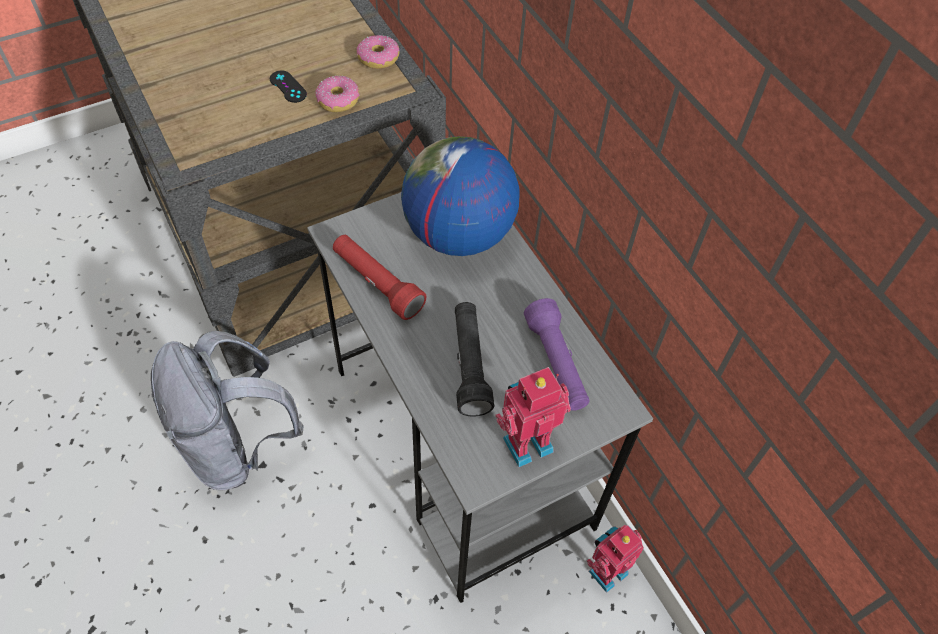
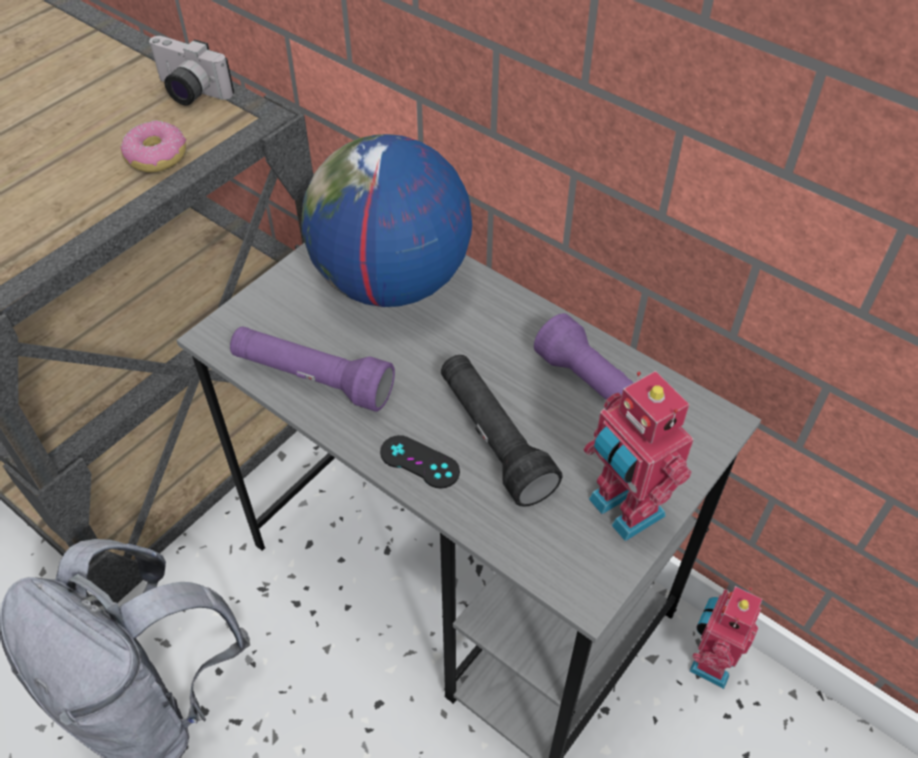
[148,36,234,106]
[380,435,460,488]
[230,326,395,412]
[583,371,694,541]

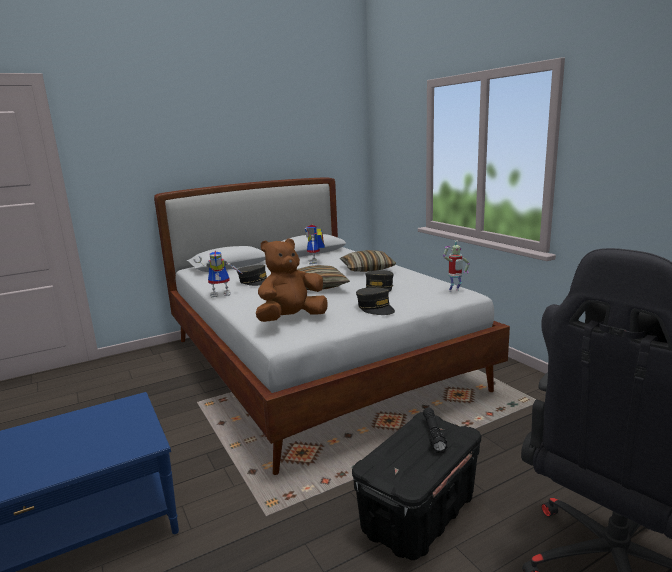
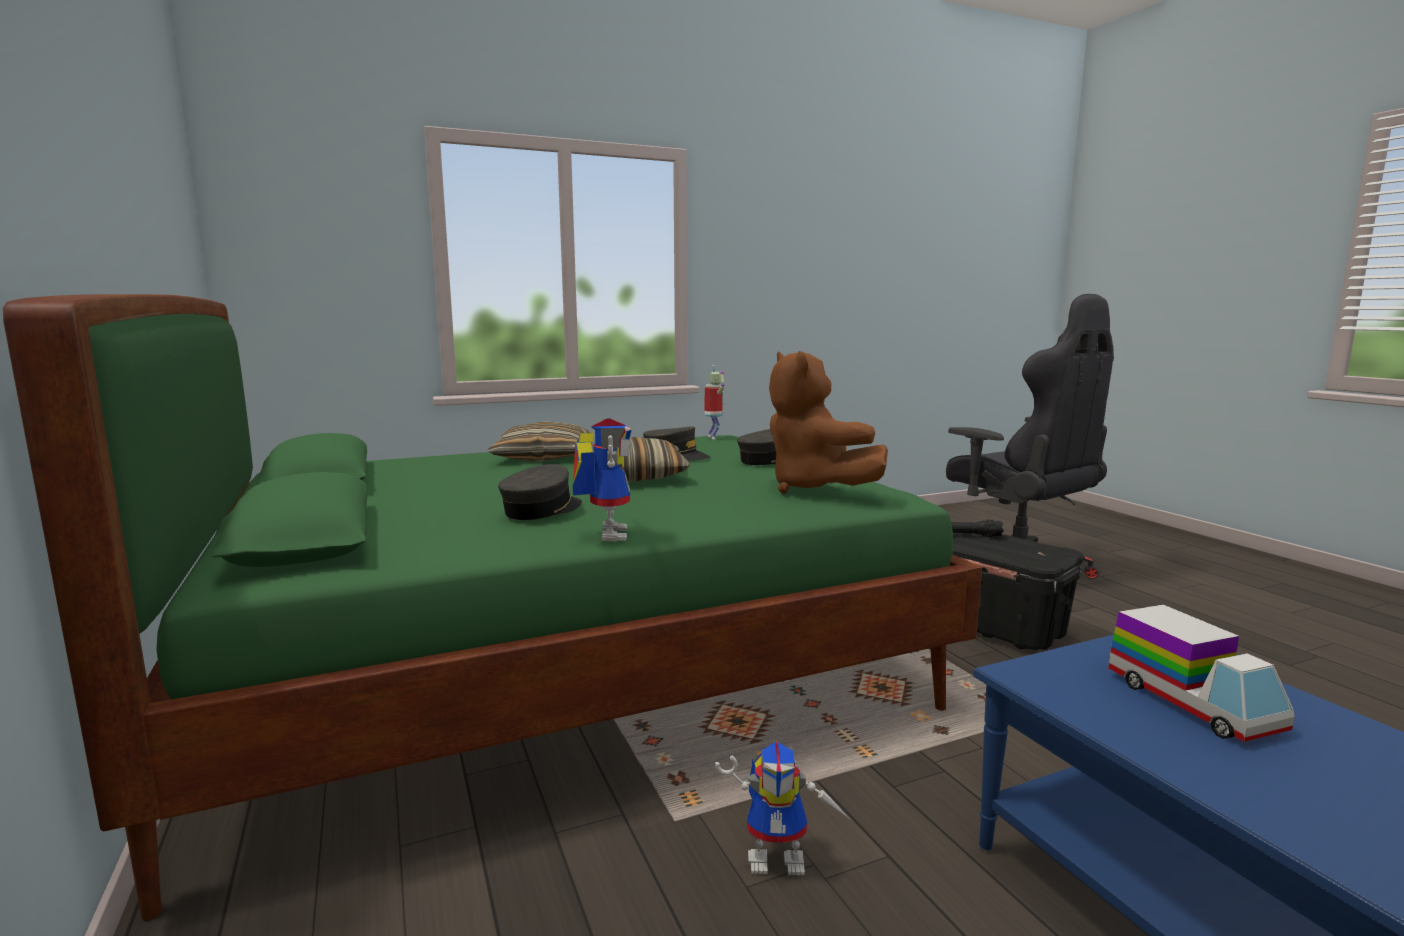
[3,294,982,921]
[715,741,848,875]
[1108,605,1295,742]

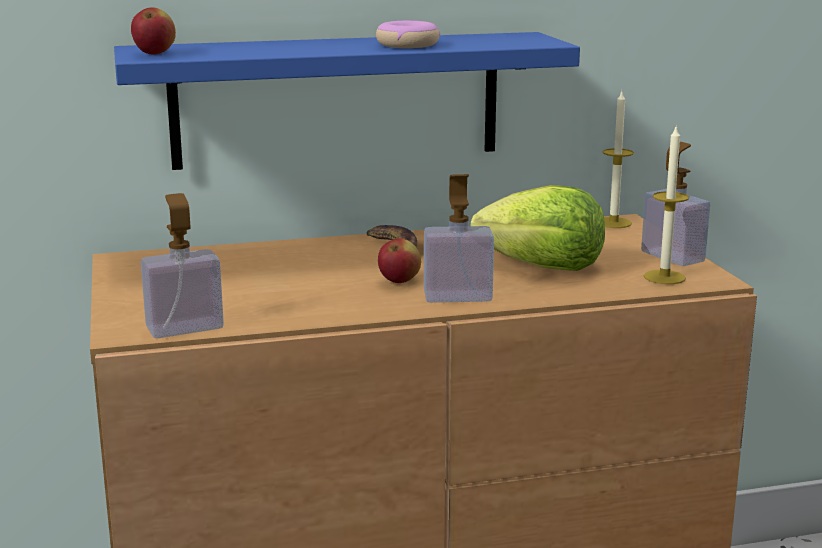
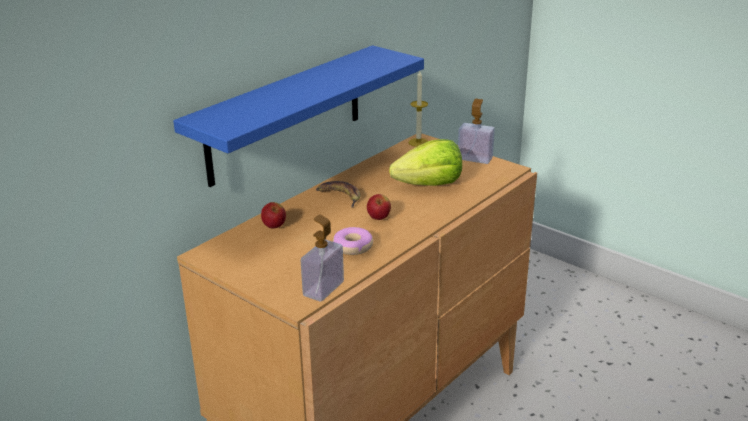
[261,202,286,228]
[333,227,373,255]
[644,125,689,284] (first image)
[424,174,494,303] (first image)

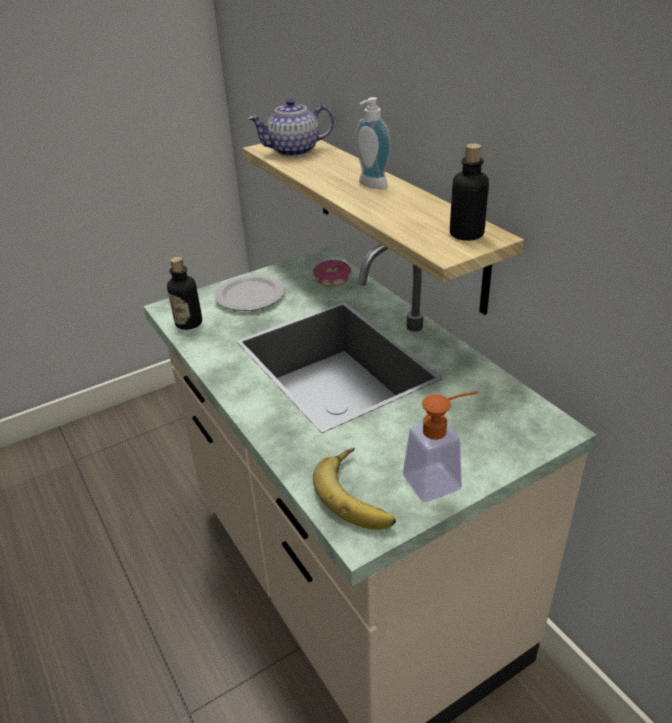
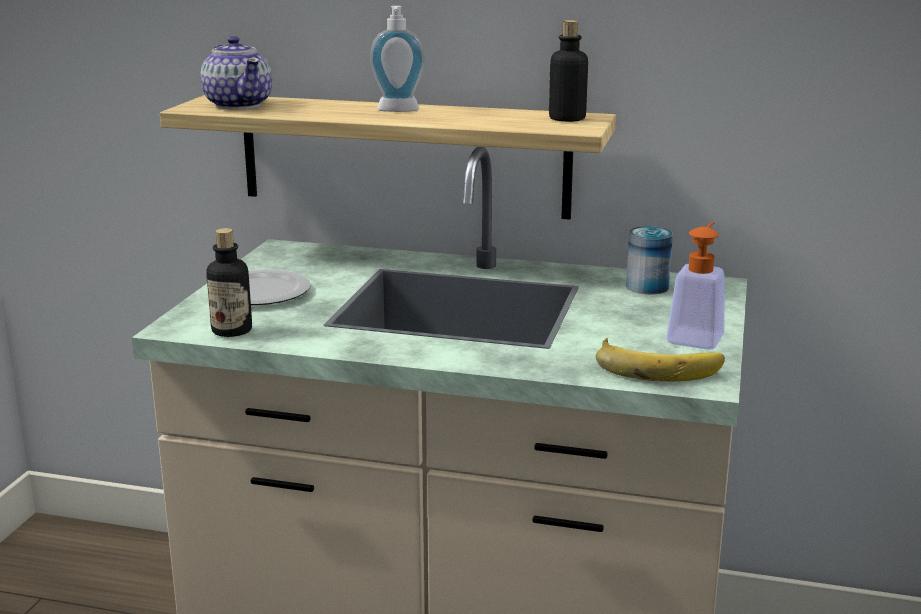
[201,36,272,110]
[313,260,351,286] (first image)
[626,226,673,294]

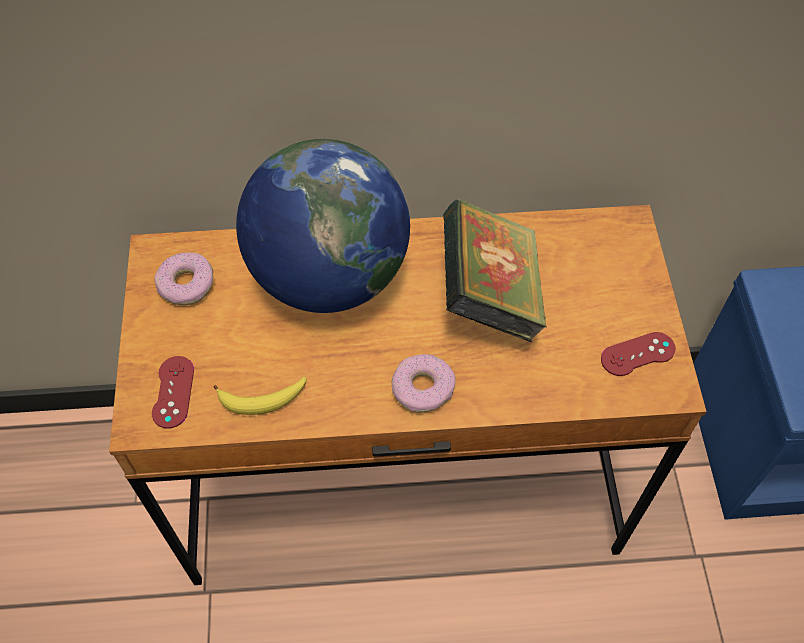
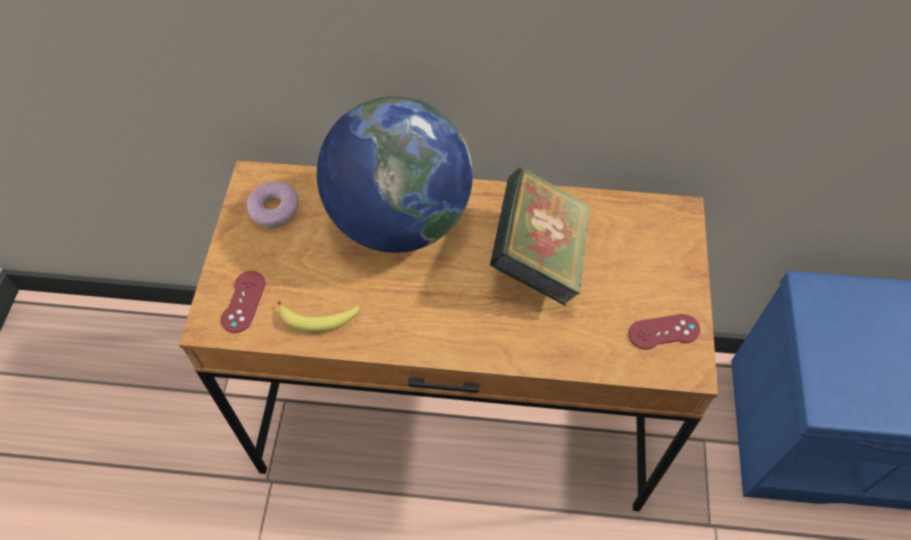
[392,354,455,412] (first image)

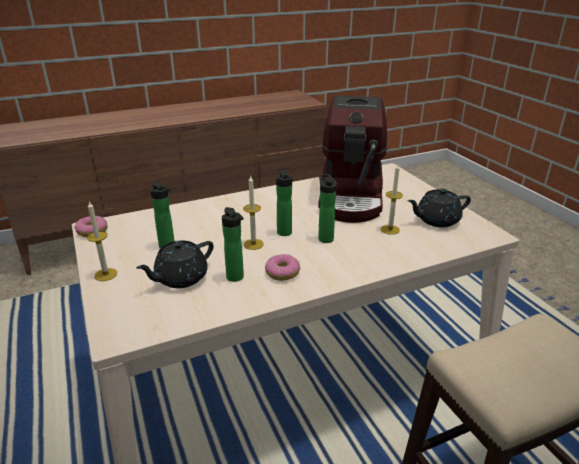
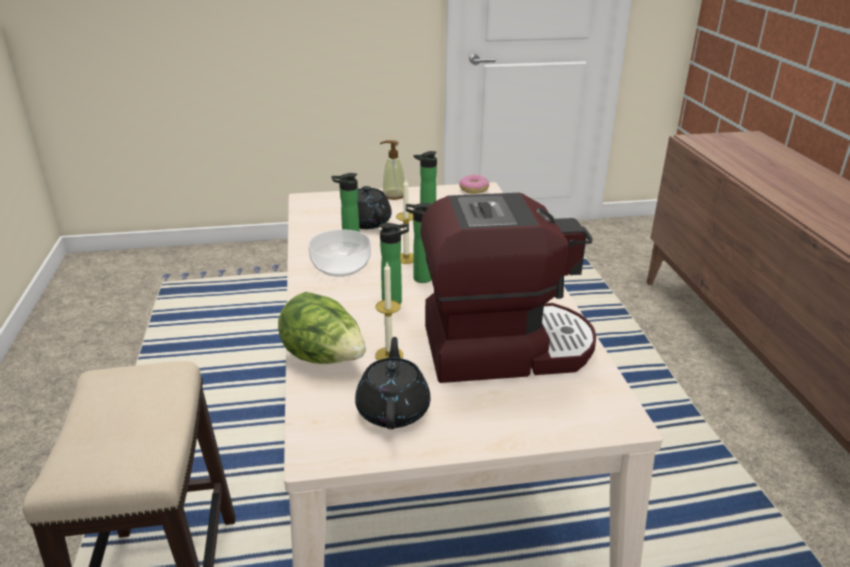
[420,193,596,383]
[380,140,405,200]
[308,229,371,277]
[278,292,366,364]

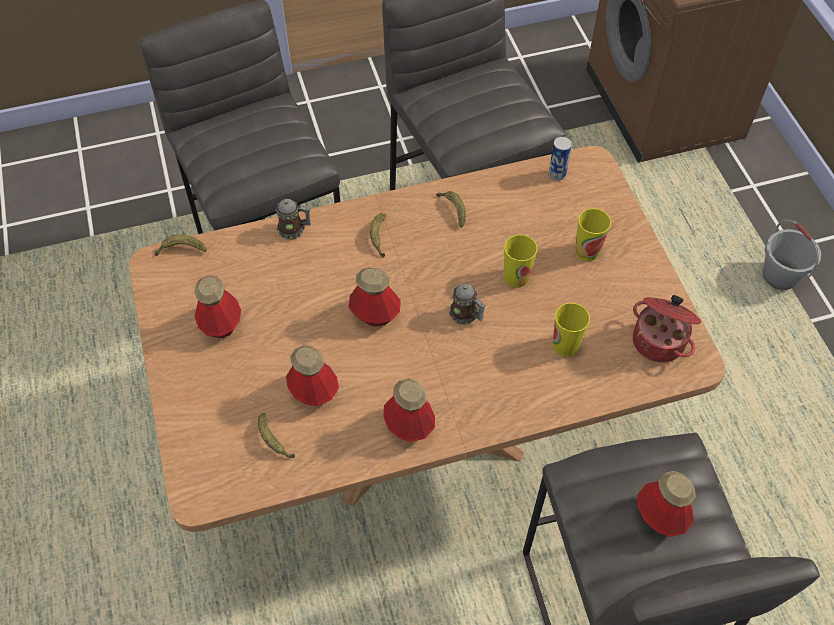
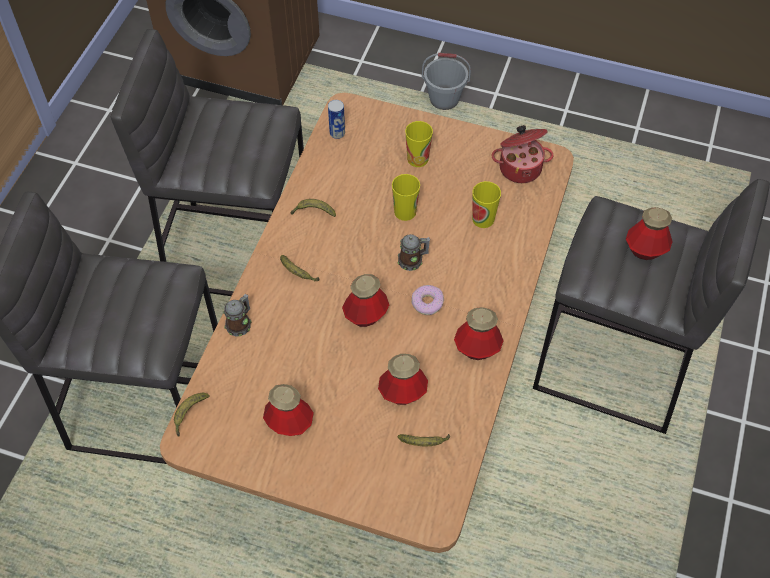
[411,285,444,315]

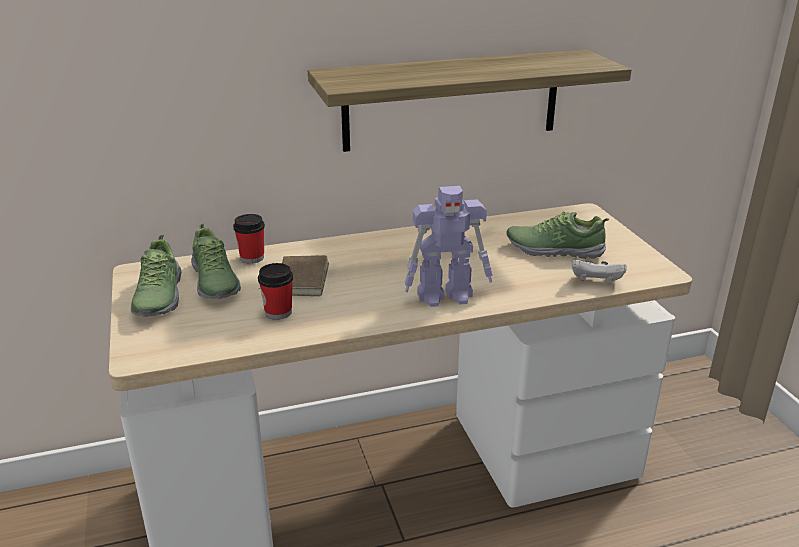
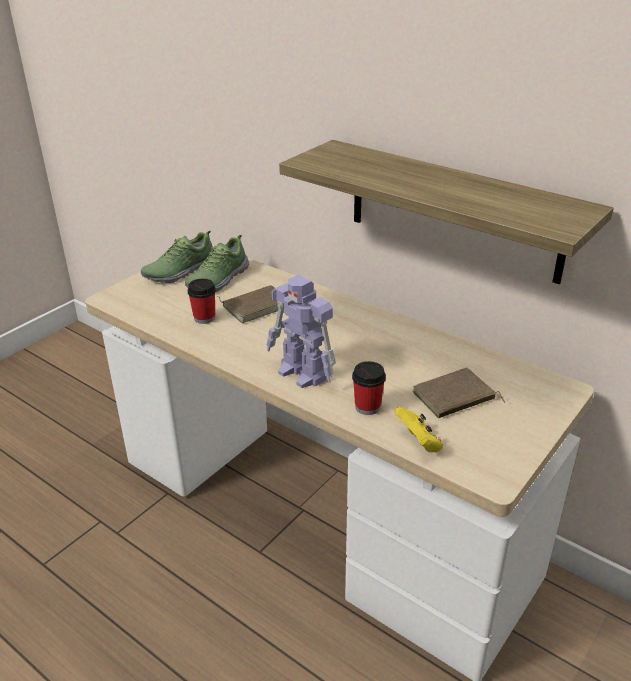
[413,368,505,418]
[352,361,386,415]
[394,407,443,452]

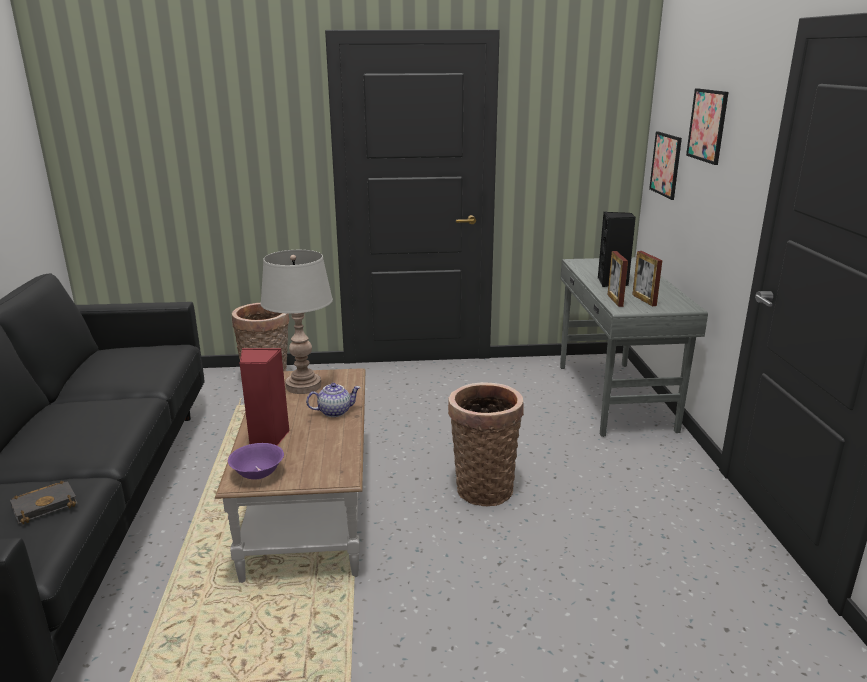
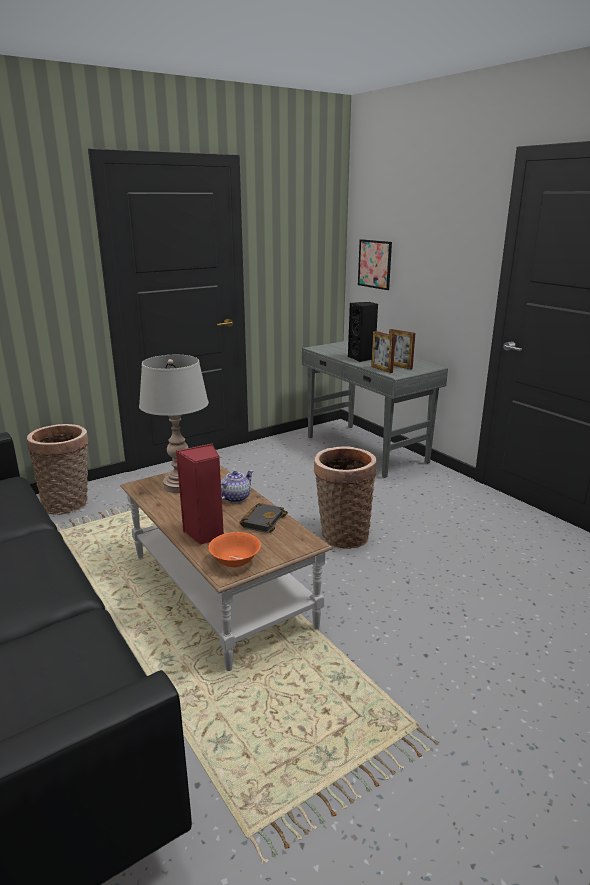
[686,88,729,165] (first image)
[208,532,261,568]
[239,503,288,533]

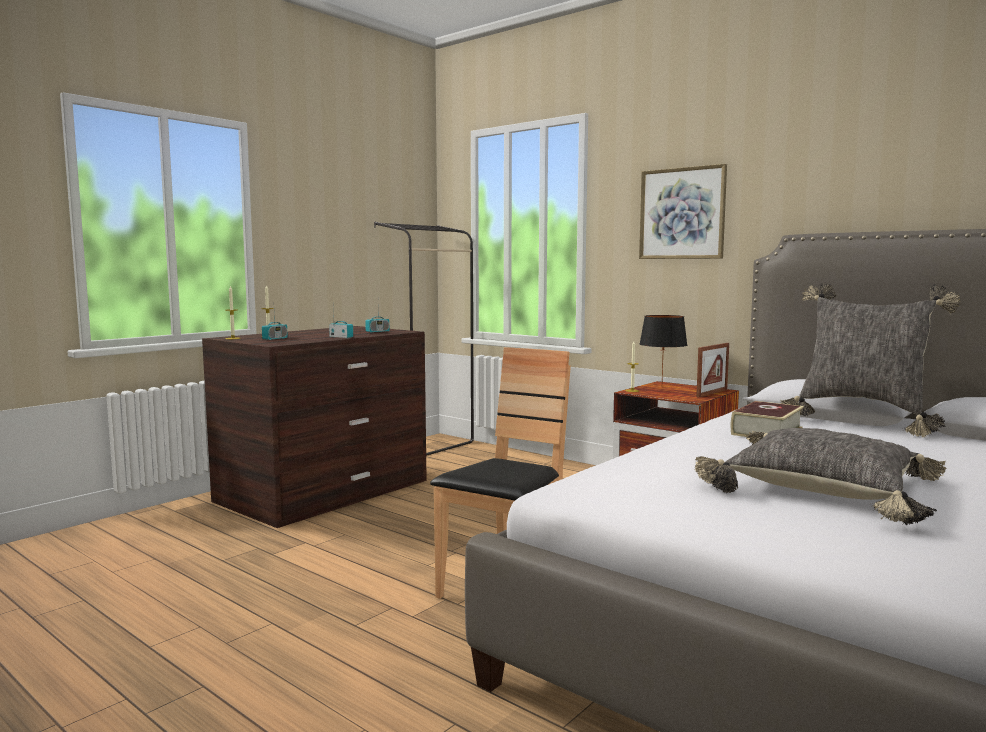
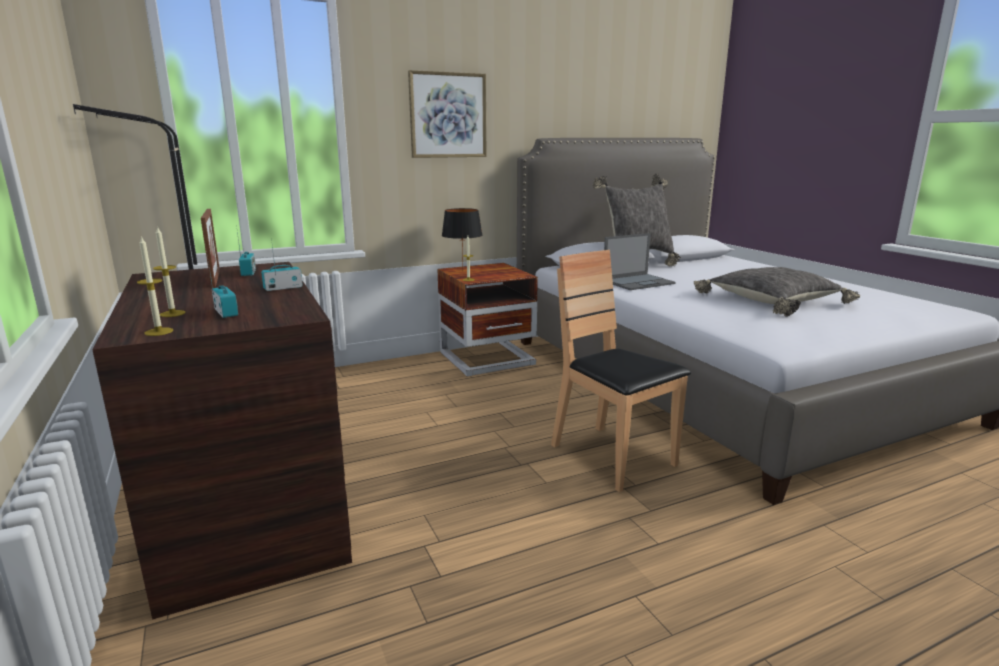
[201,209,220,288]
[604,233,676,290]

